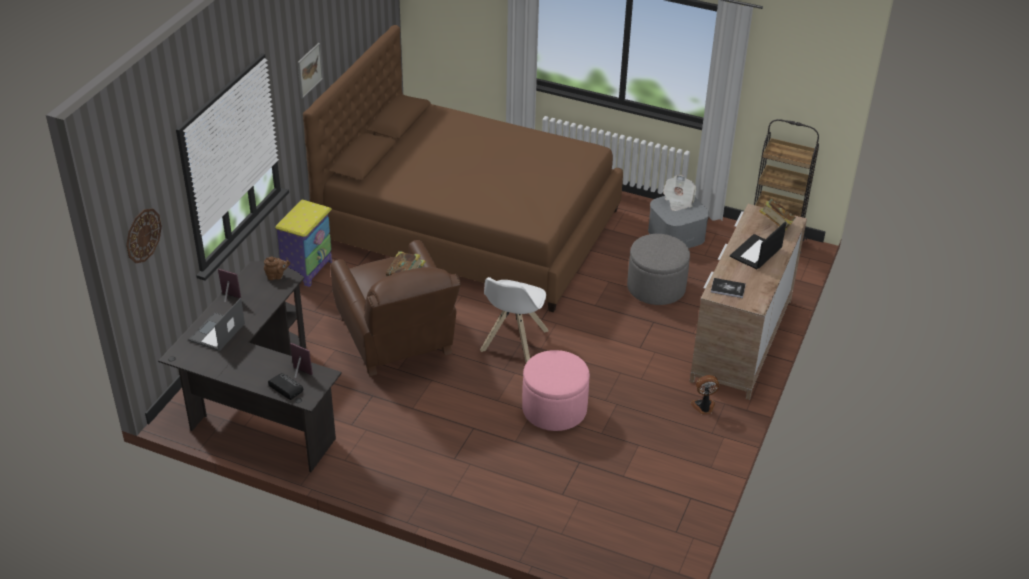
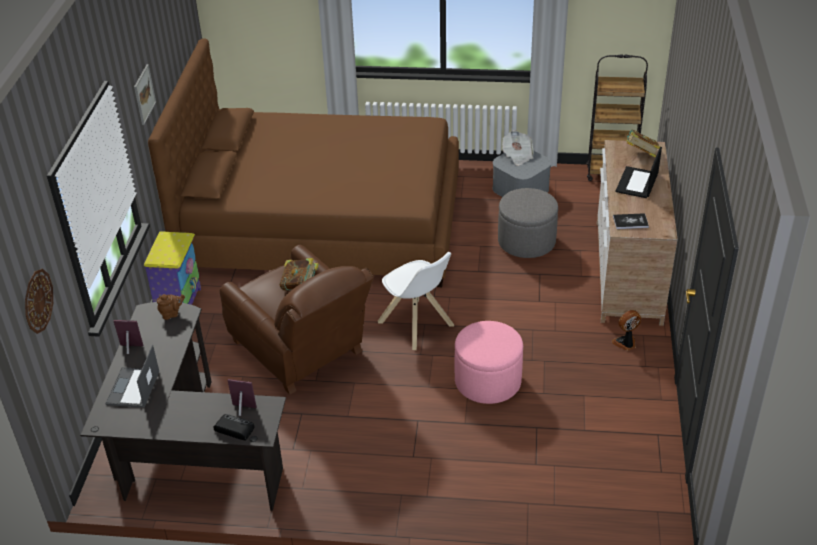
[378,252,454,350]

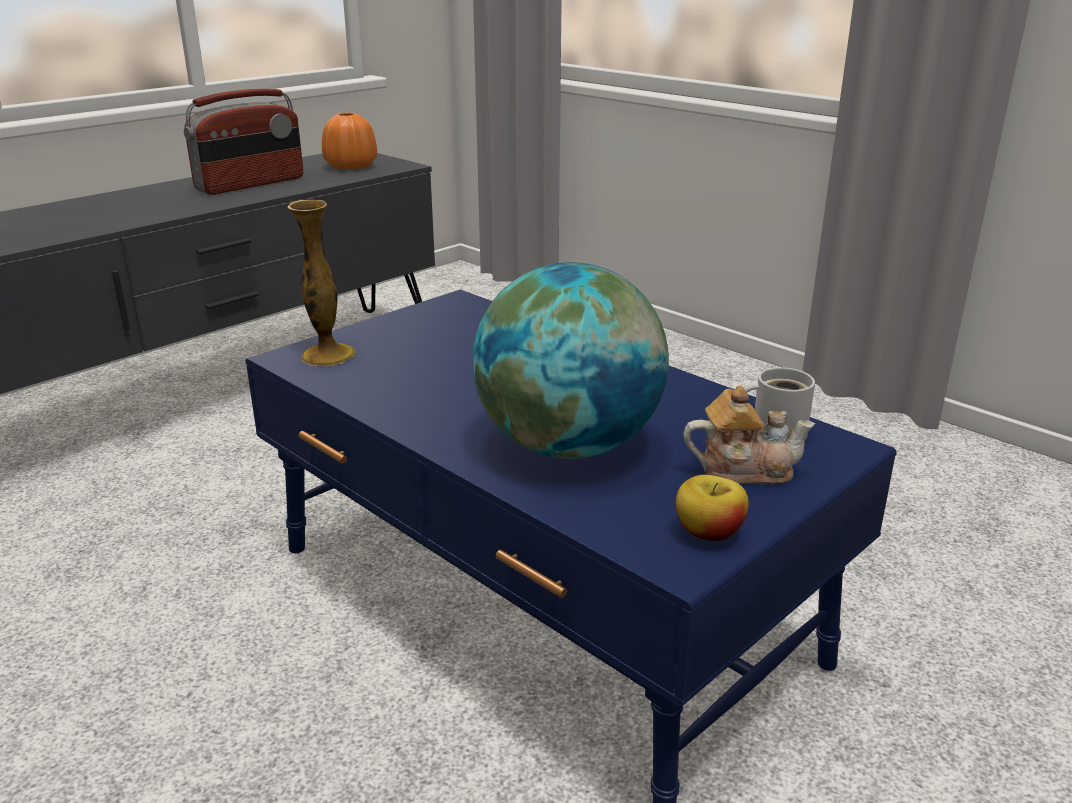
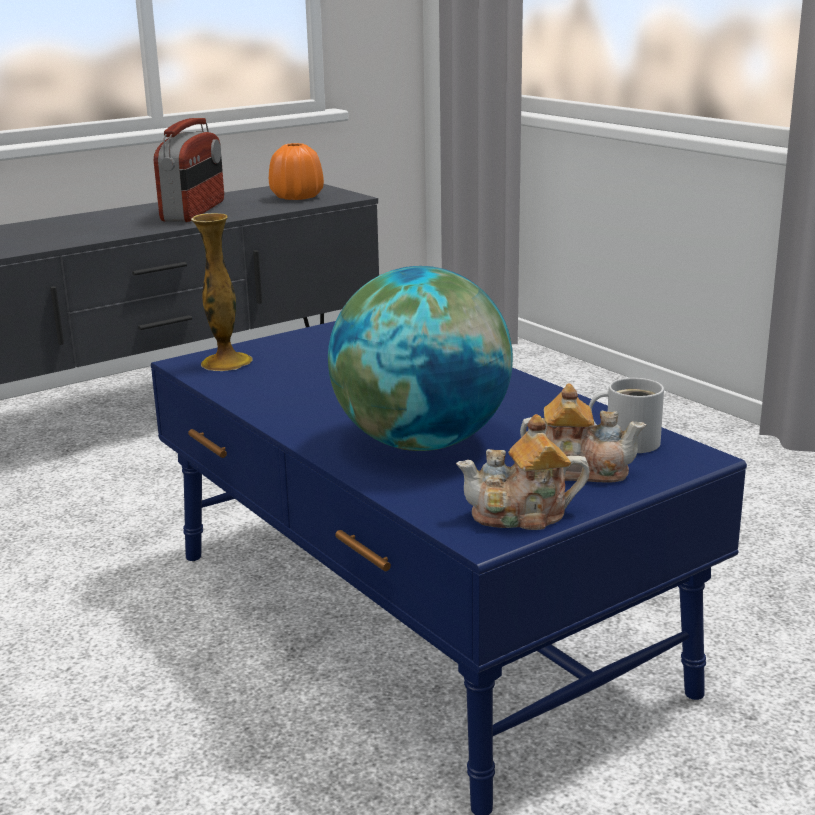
[154,118,224,222]
[456,414,590,530]

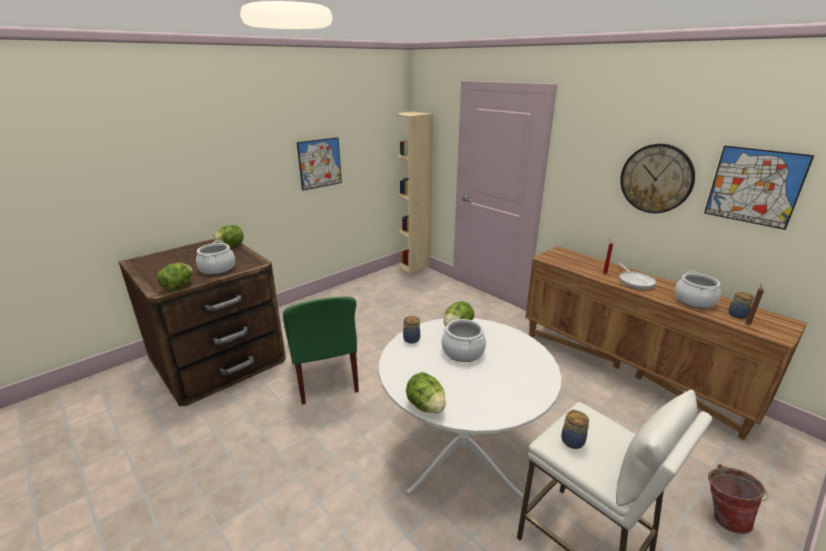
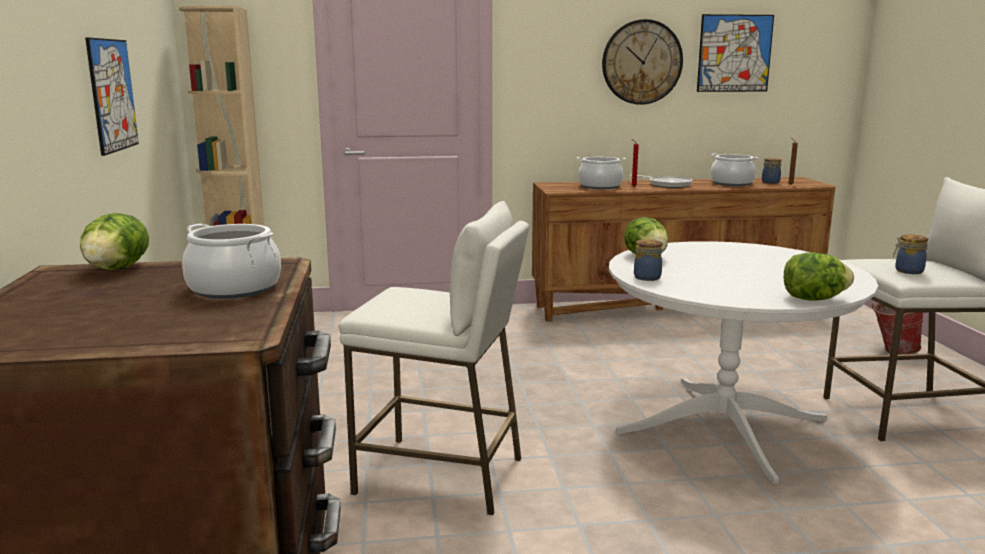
[157,263,193,290] (first image)
[338,201,529,515]
[576,157,626,189]

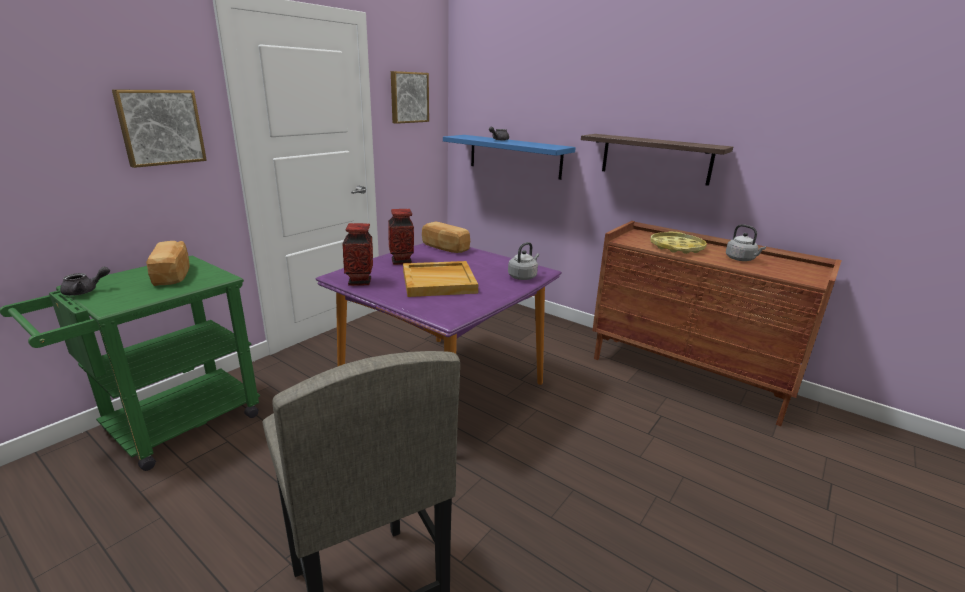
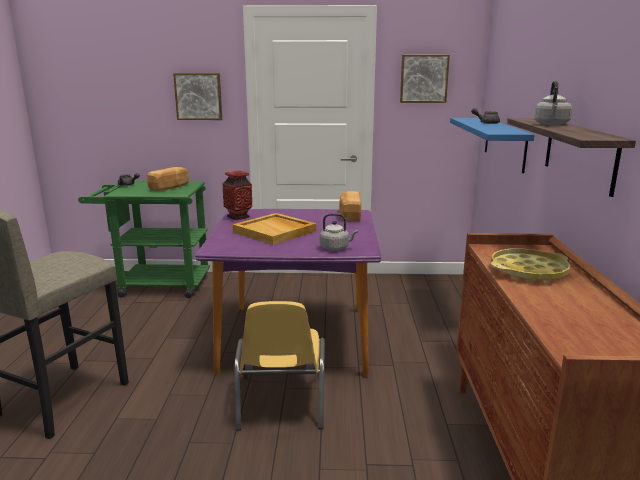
[388,209,414,265] (first image)
[534,80,572,125]
[234,301,325,431]

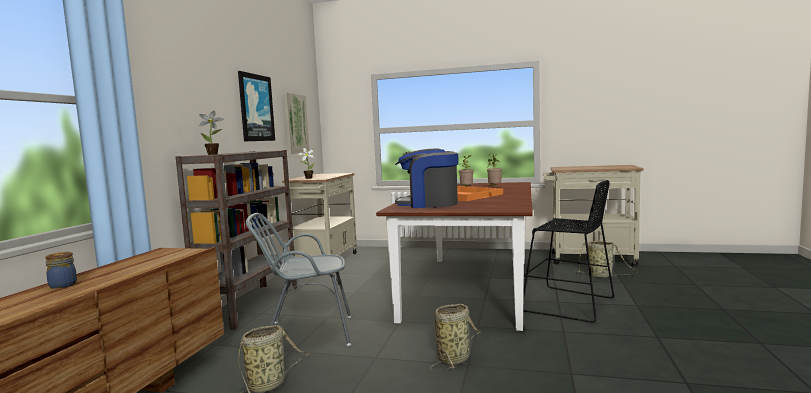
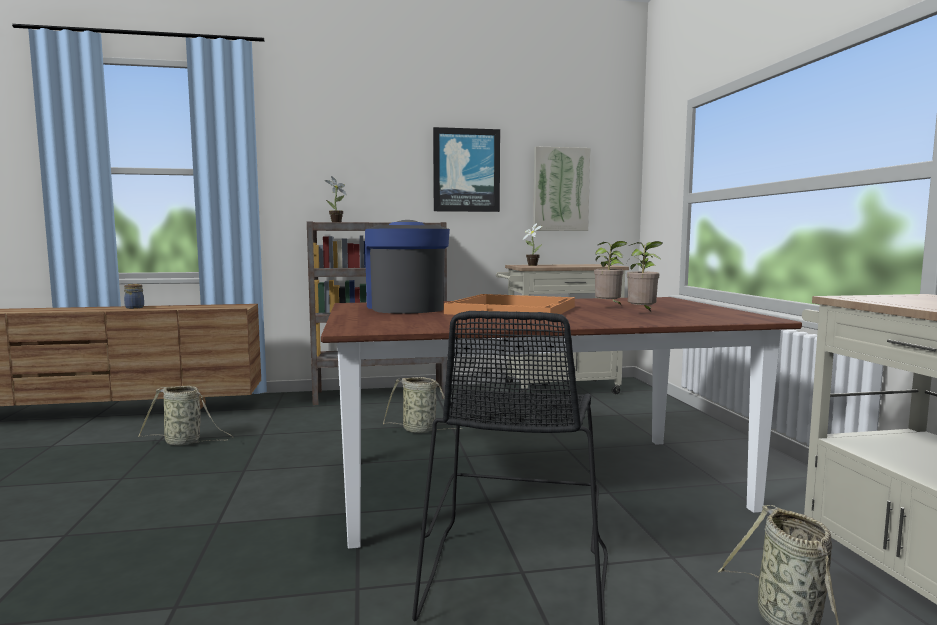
[245,213,352,346] (first image)
[383,377,464,433]

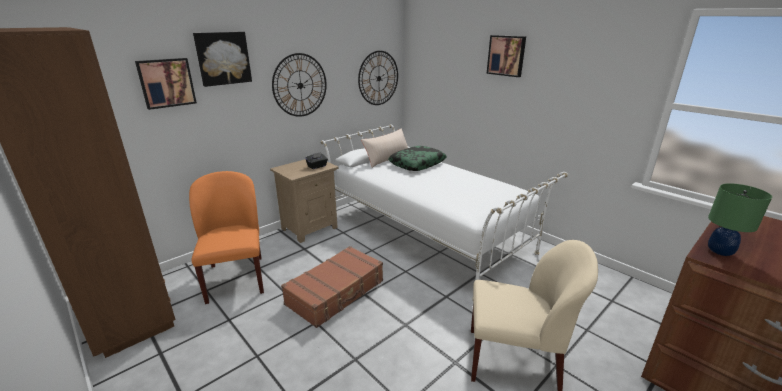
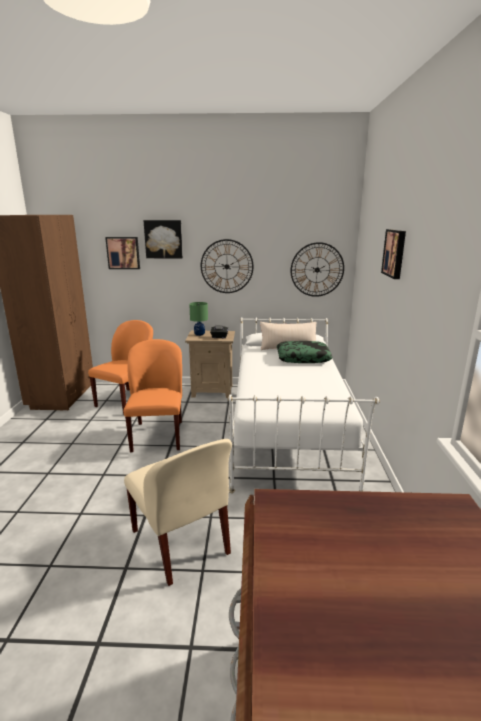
[189,302,208,336]
[124,339,182,452]

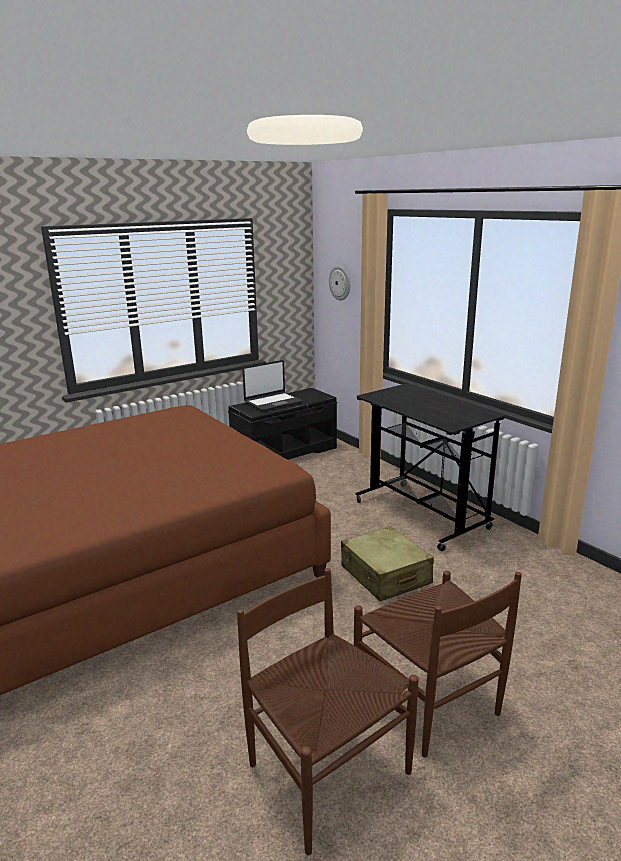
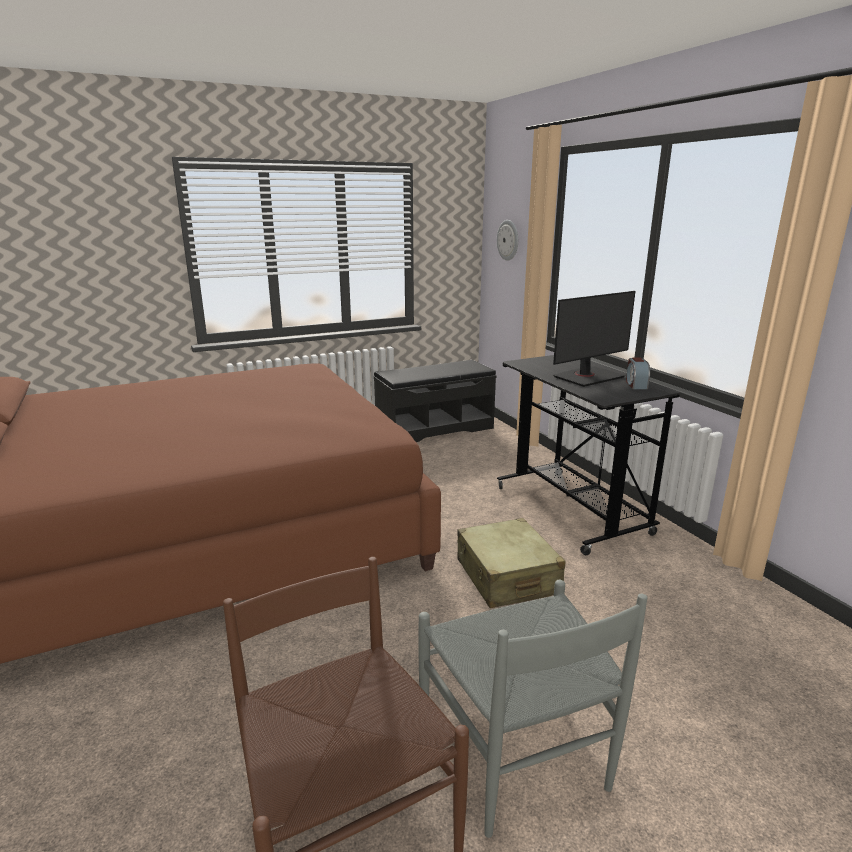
[242,360,303,411] (first image)
[419,580,648,838]
[553,291,635,387]
[626,357,650,389]

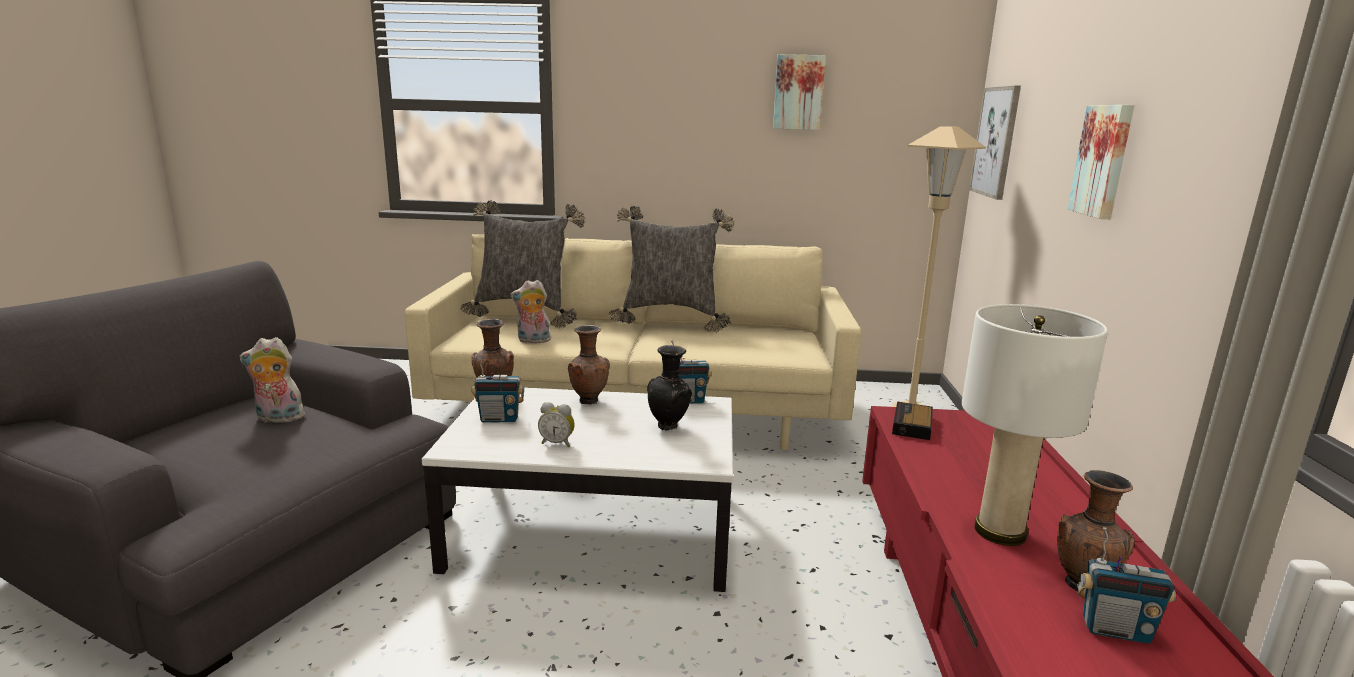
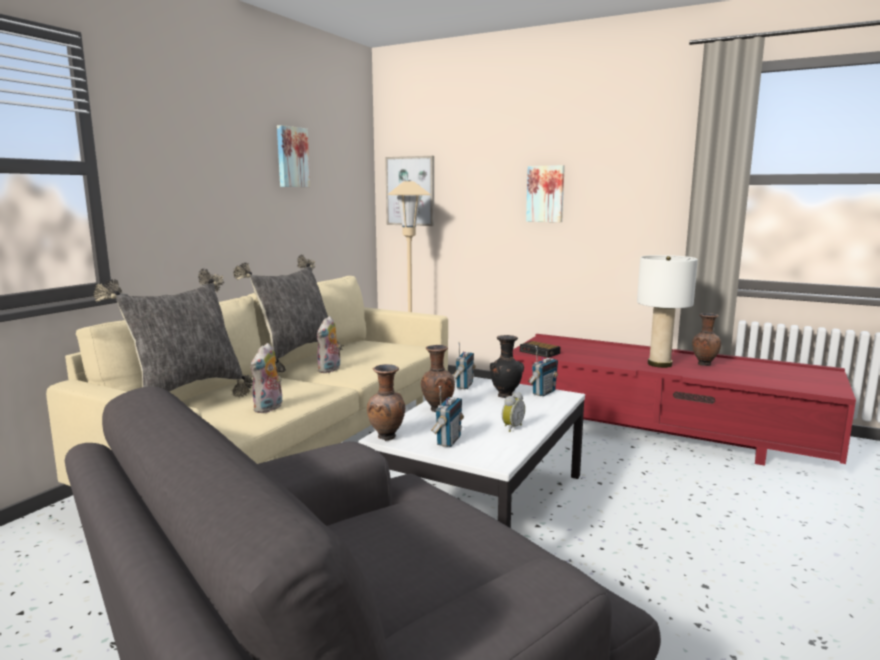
[317,316,341,373]
[528,346,558,396]

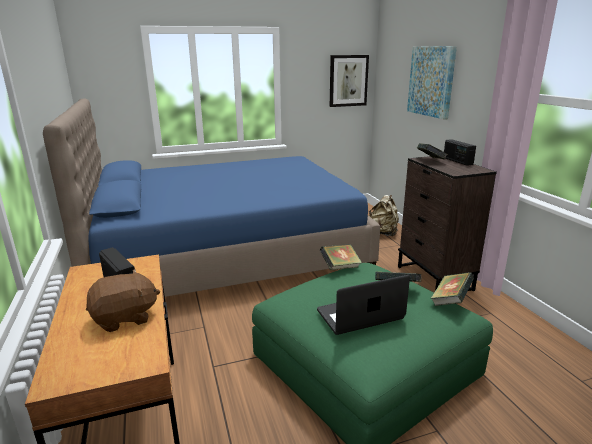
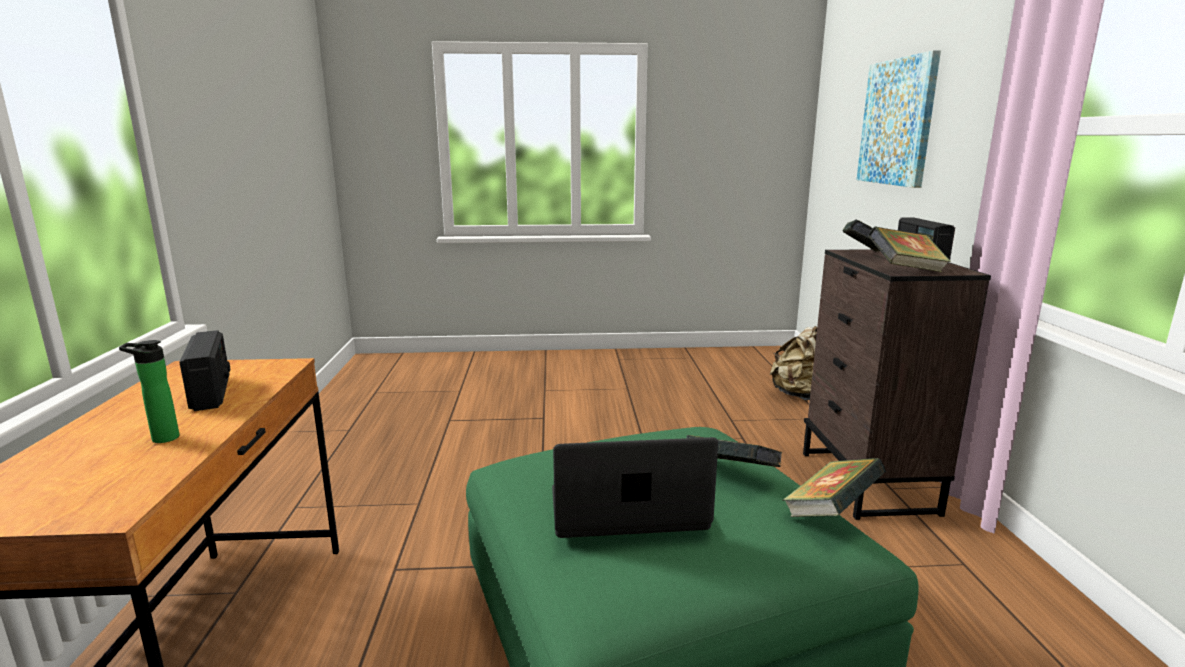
[330,55,369,107] (first image)
[43,98,380,297] (first image)
[868,227,951,272]
[119,340,180,443]

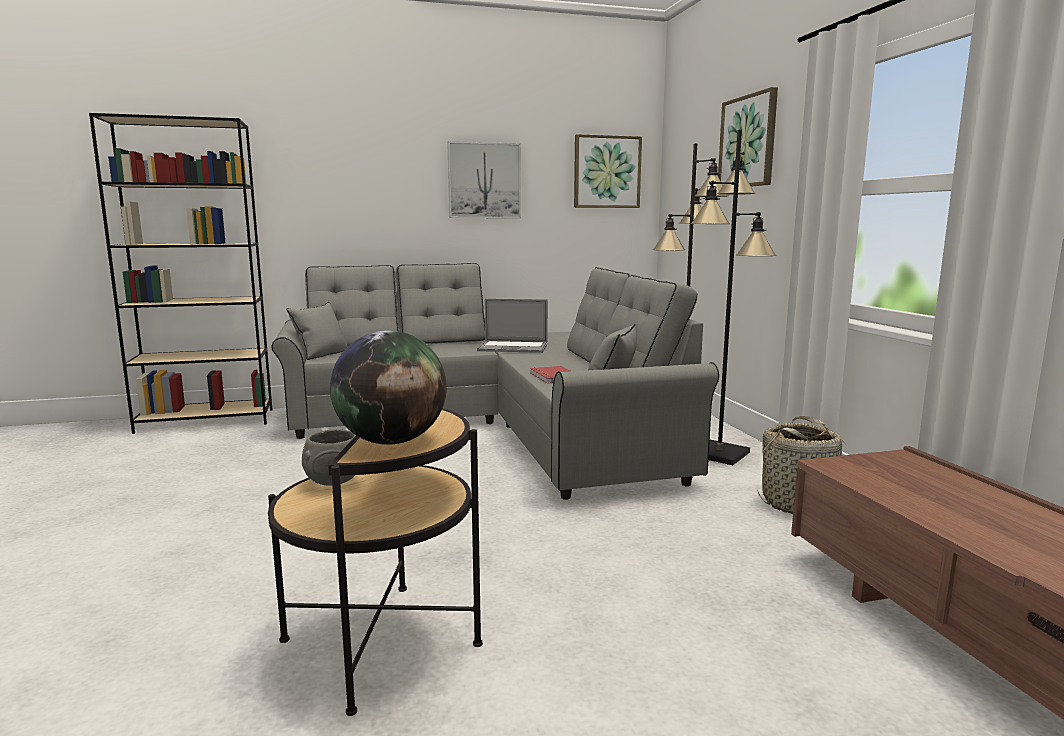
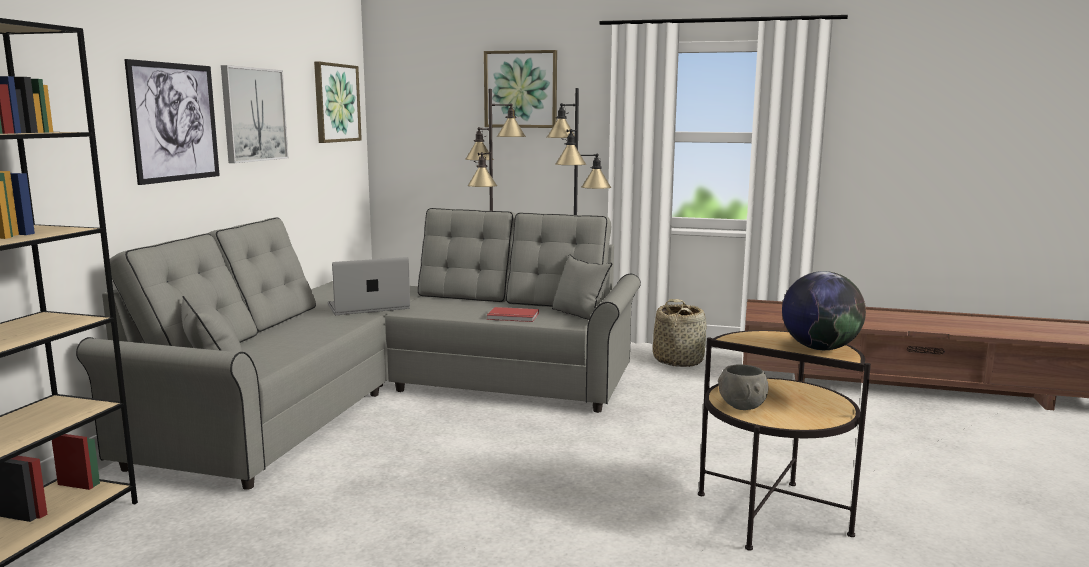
[328,257,410,315]
[124,59,220,185]

